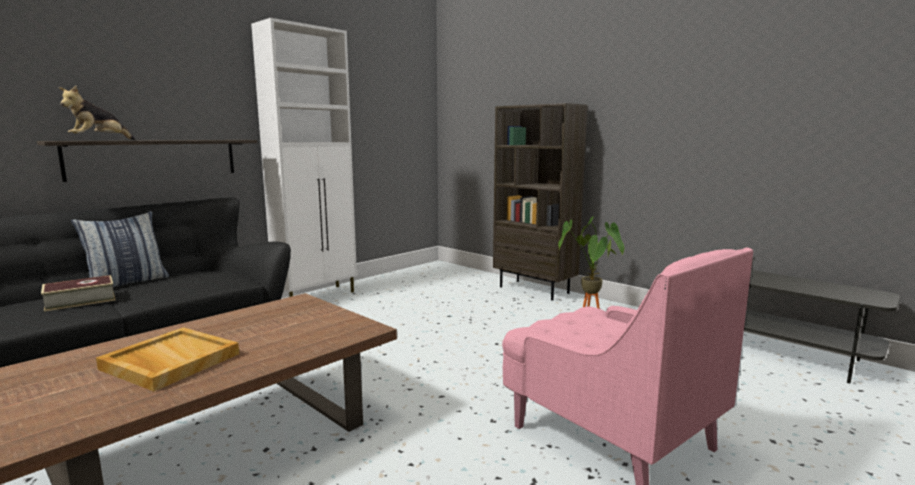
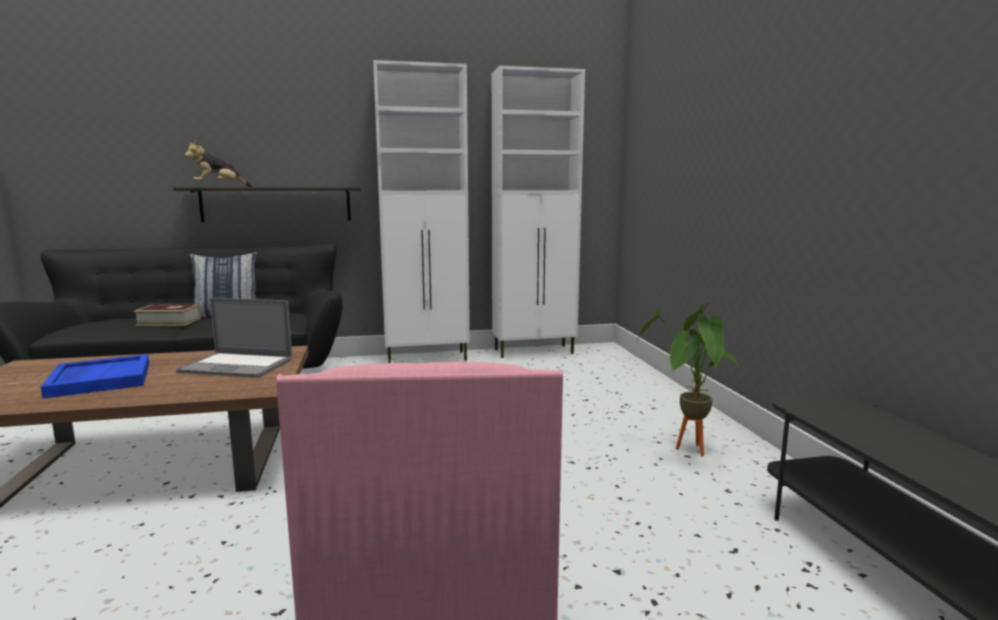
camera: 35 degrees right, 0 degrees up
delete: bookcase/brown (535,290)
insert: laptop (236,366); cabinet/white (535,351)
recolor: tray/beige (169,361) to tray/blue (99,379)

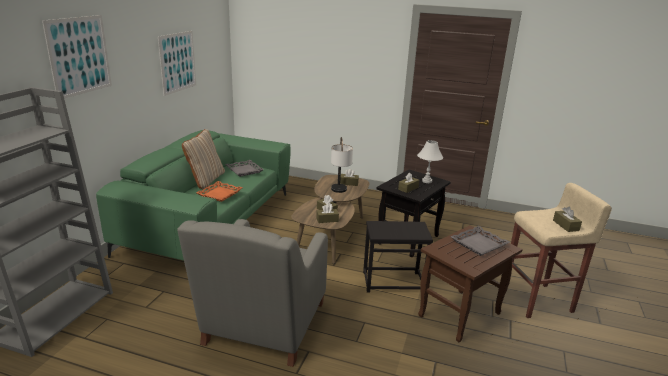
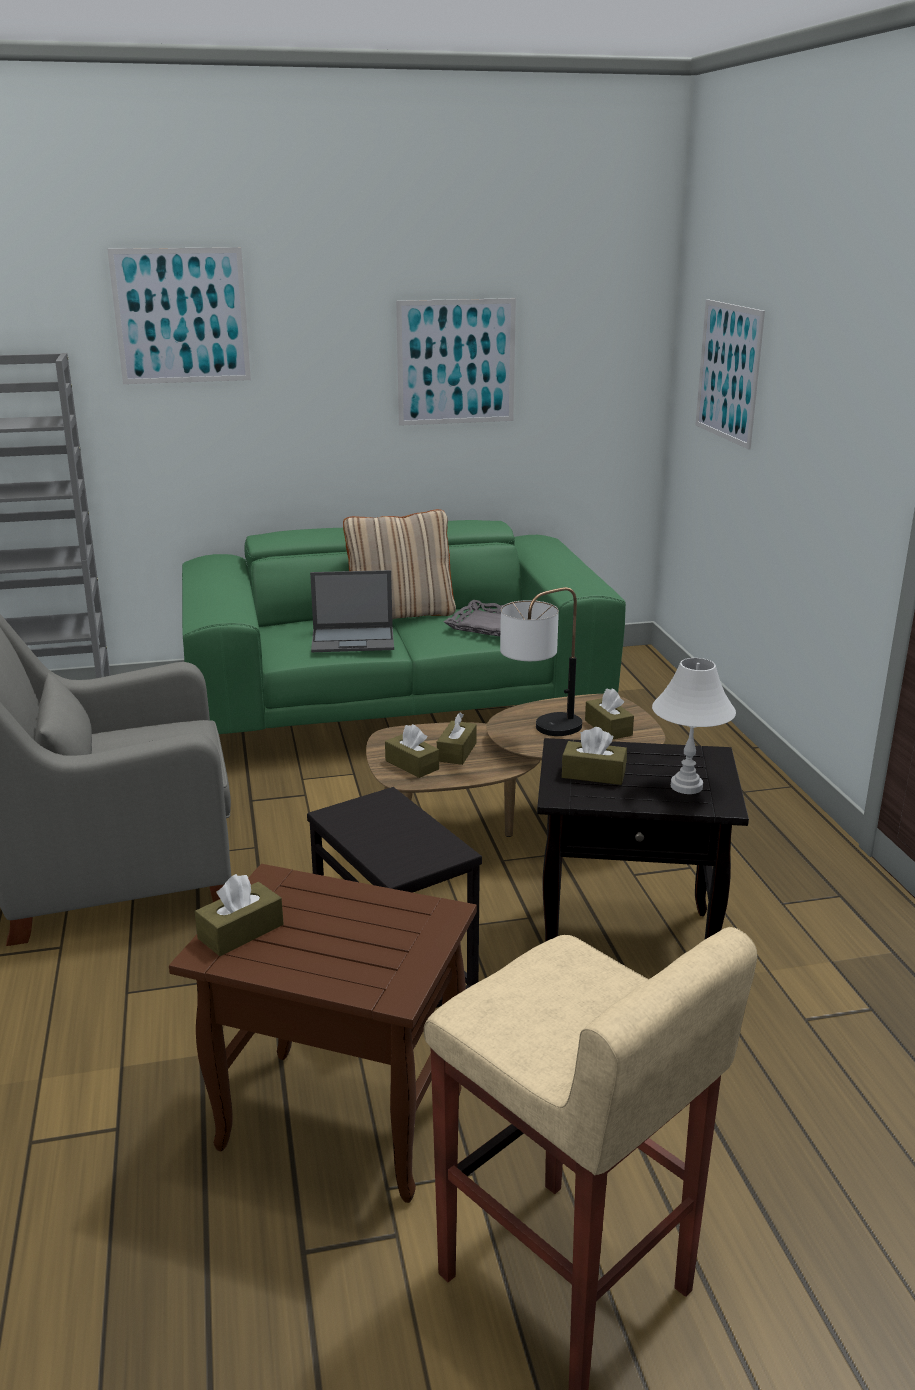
camera: 60 degrees right, 0 degrees up
delete: tray/grey (478,244)
insert: picture (728,372)
move: tissue box/brown (565,225) to (241,931)
replace: tray/orange (219,194) to laptop (354,640)

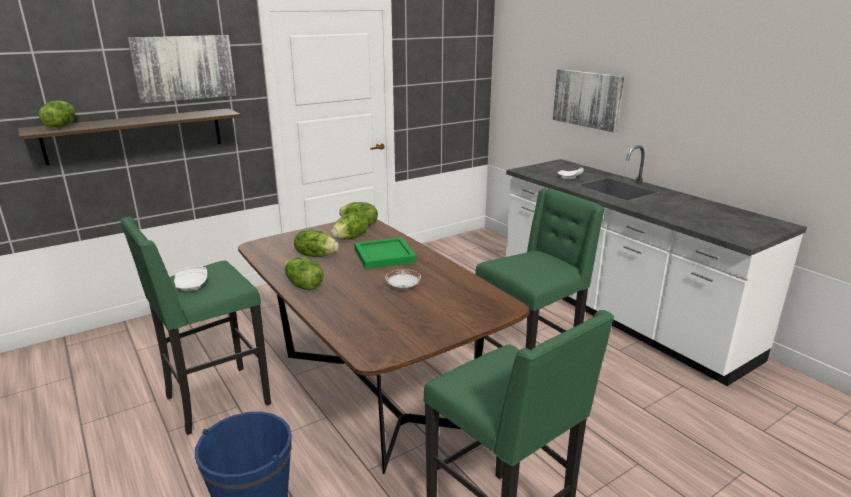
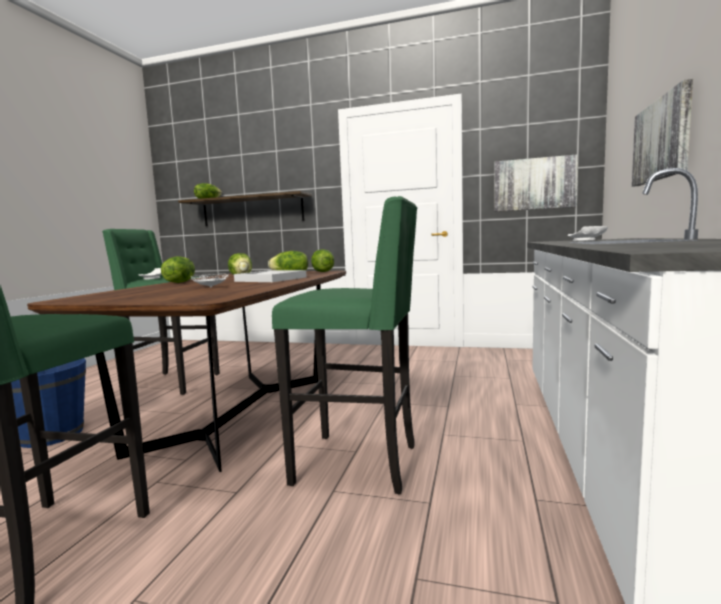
camera: 50 degrees right, 15 degrees down
move: picture (184,68) to (534,184)
recolor: tray/green (383,255) to tray/white (271,279)

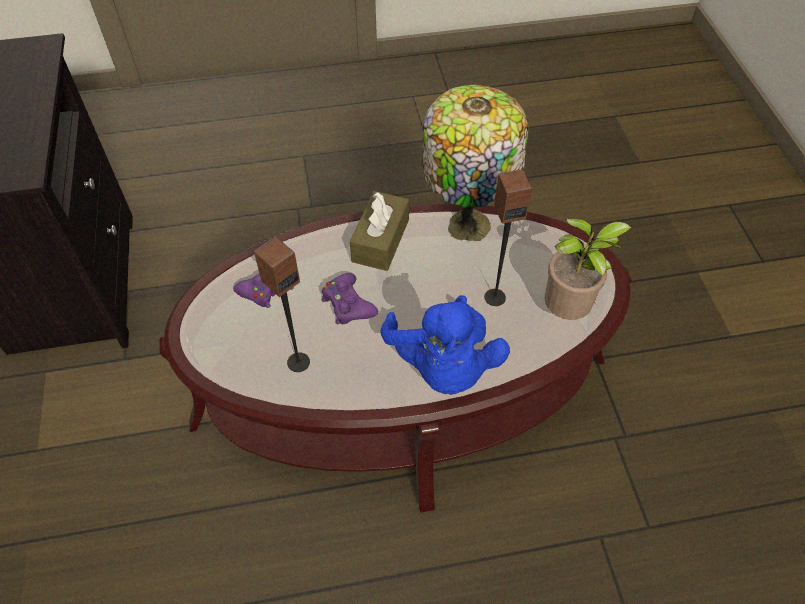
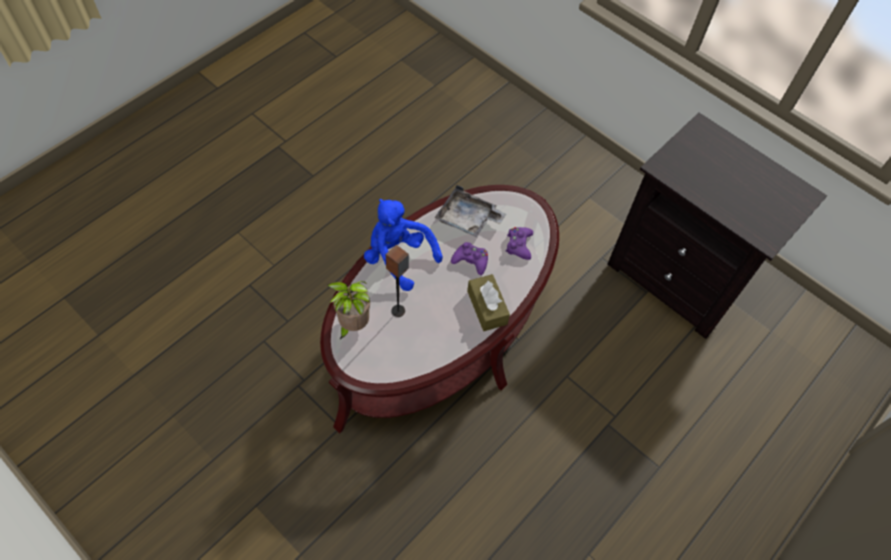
camera: 140 degrees right, 5 degrees up
delete: table lamp (467,222)
replace: speaker (298,362) to tray/grey (468,219)

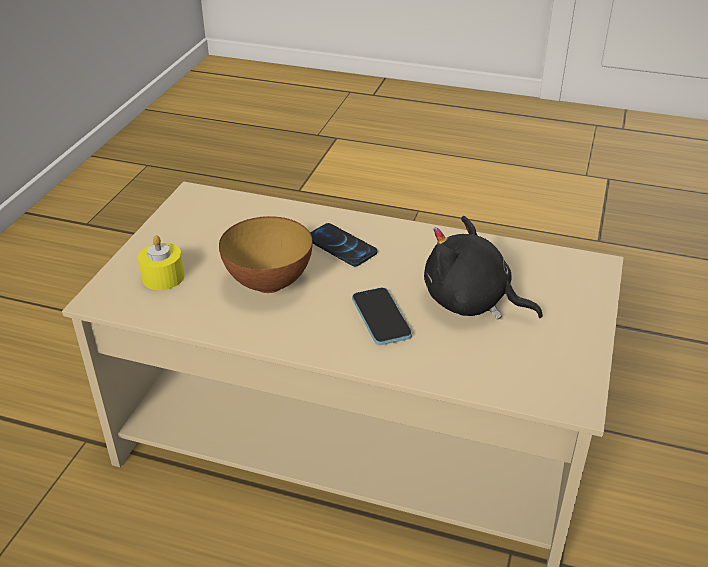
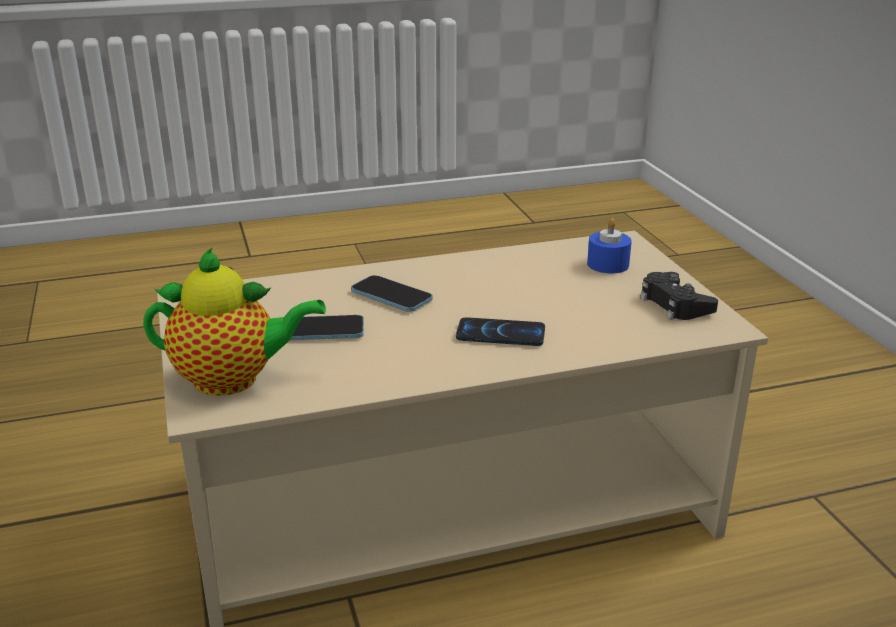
camera: 145 degrees right, 10 degrees down
delete: bowl (269,283)
insert: teapot (233,379); game controller/black (675,304)
replace: plush toy/black (471,302) to phone (320,331)
recolor: candle/yellow (163,277) to candle/blue (608,264)

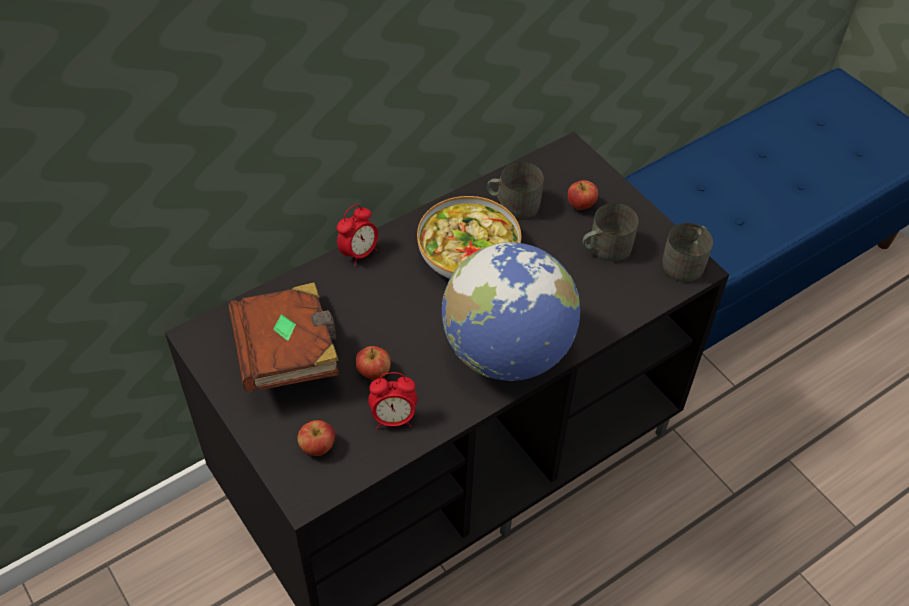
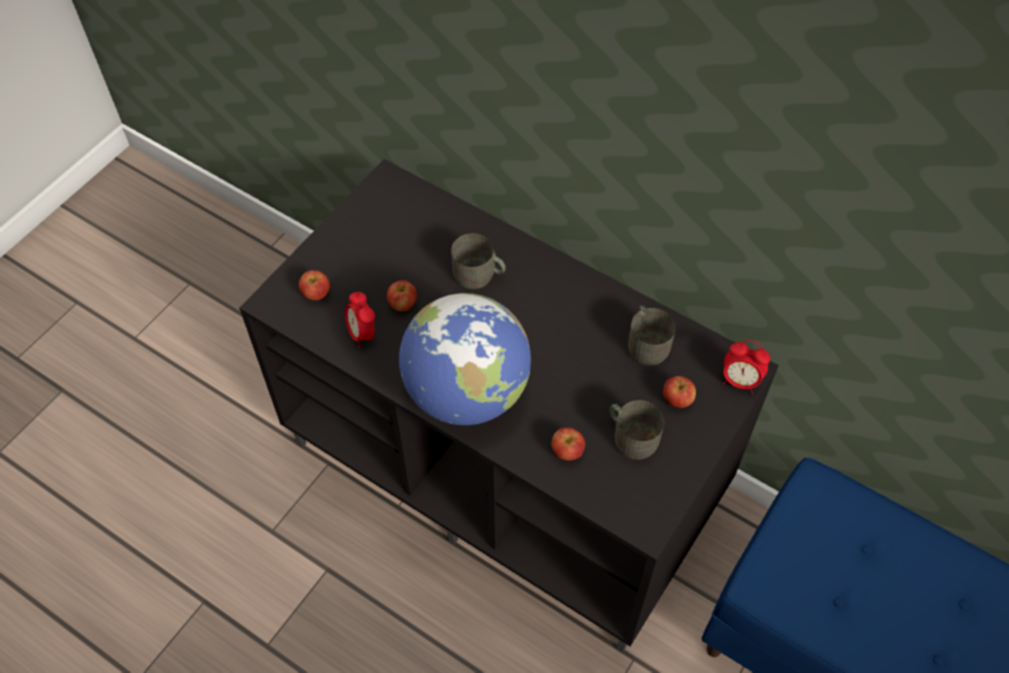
camera: 70 degrees right, 5 degrees up
delete: book/brown (288,353); bowl (467,255)
insert: apple (567,451)
move: mug/grey (686,263) to (479,275); alarm clock (359,253) to (740,381)

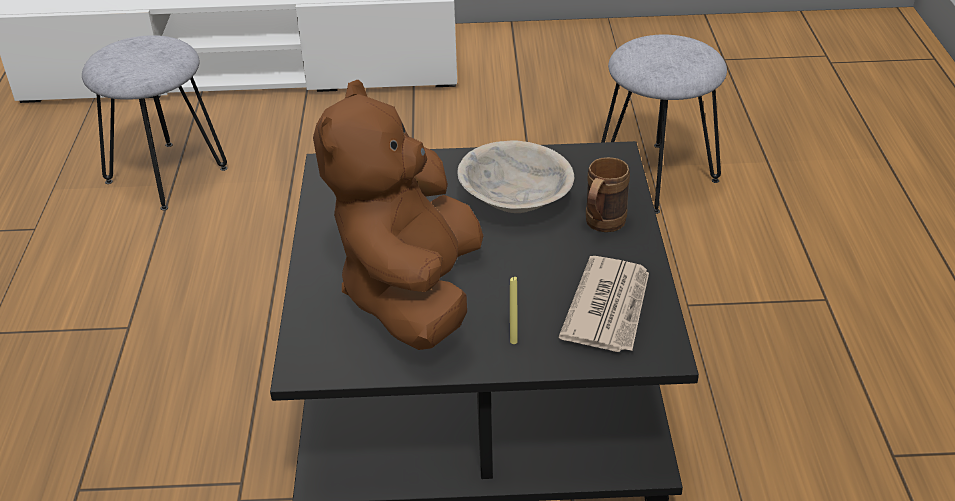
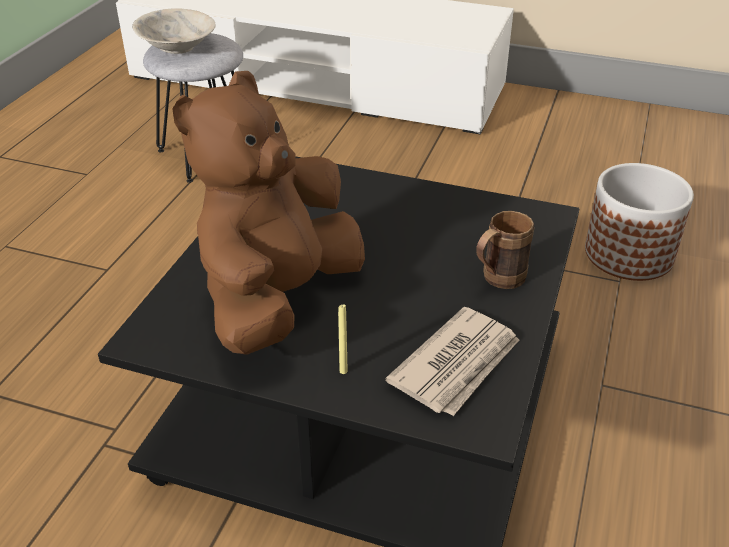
camera: 20 degrees right, 0 degrees up
move: bowl/beige (515,200) to (177,47)
replace: stool/grey (656,176) to planter (628,254)

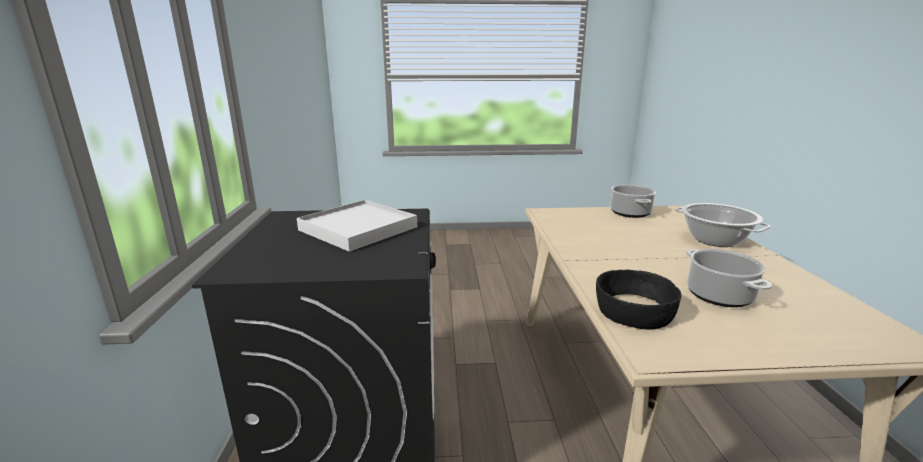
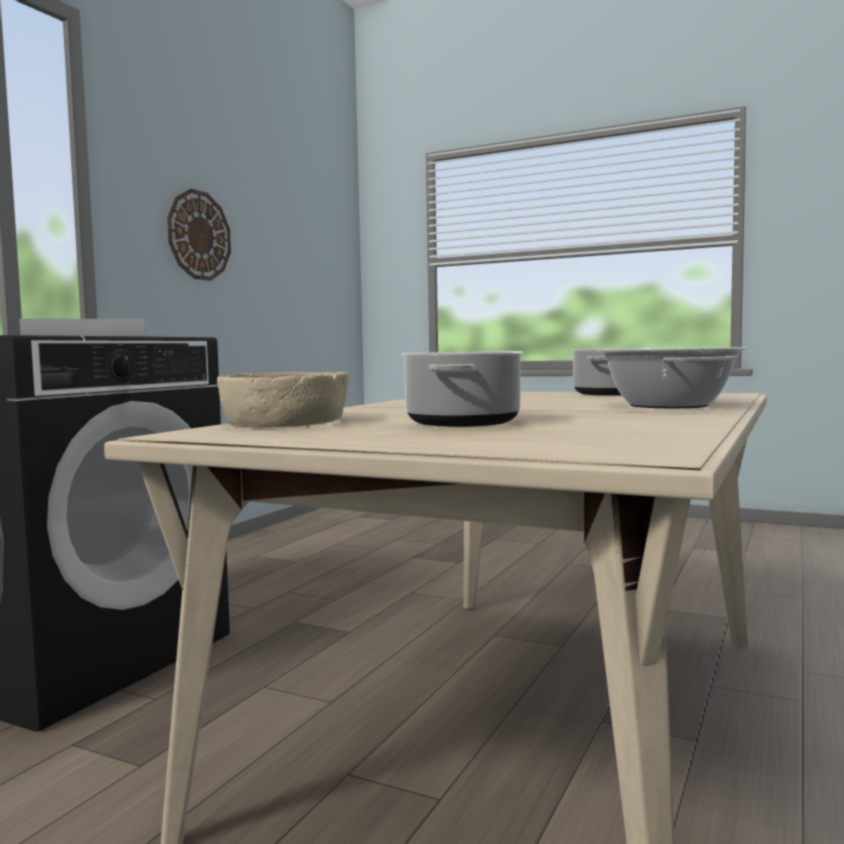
camera: 30 degrees right, 15 degrees down
insert: wall clock (199,235)
recolor: bowl/black (632,311) to bowl/beige (283,422)

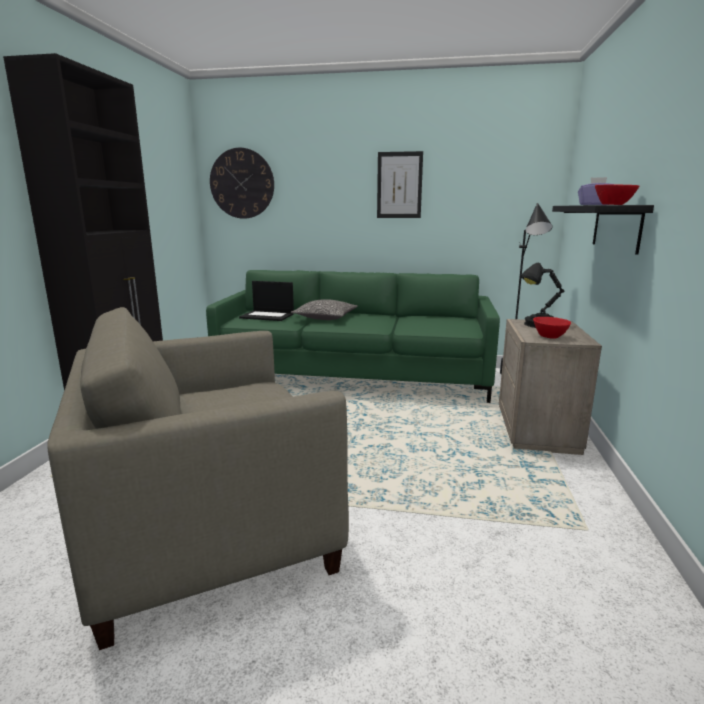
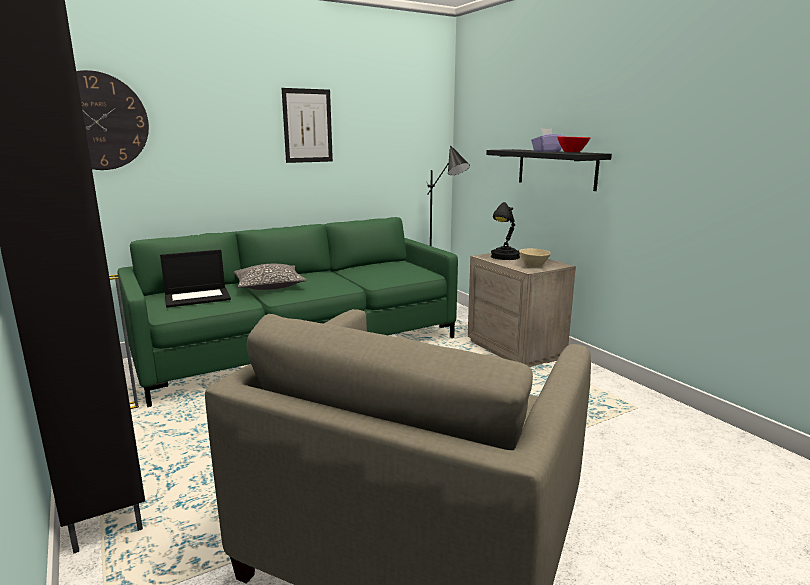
camera: 40 degrees left, 0 degrees up
recolor: bowl/red (549,337) to bowl/beige (534,265)

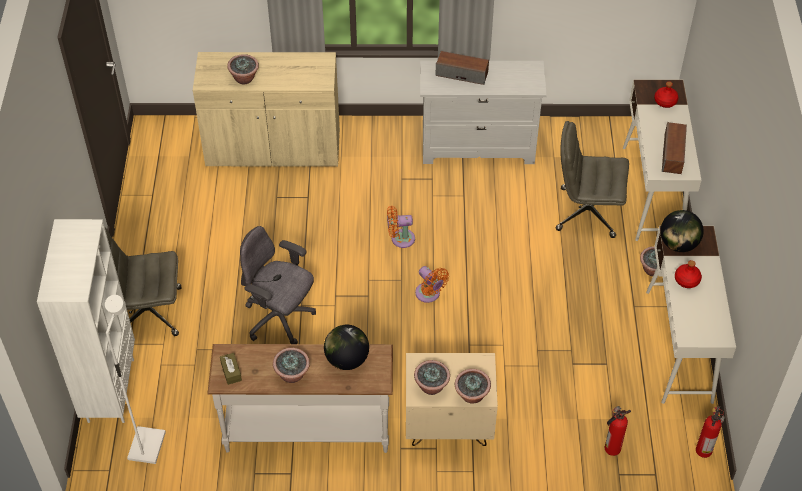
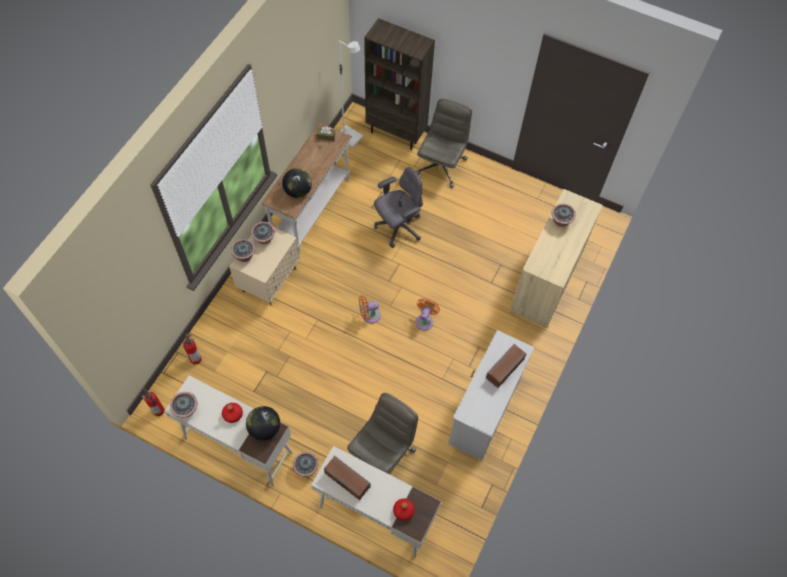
camera: 115 degrees right, 10 degrees up
move: potted plant (292,375) to (186,410)
recolor: bookcase/white (110,389) to bookcase/brown (396,133)

